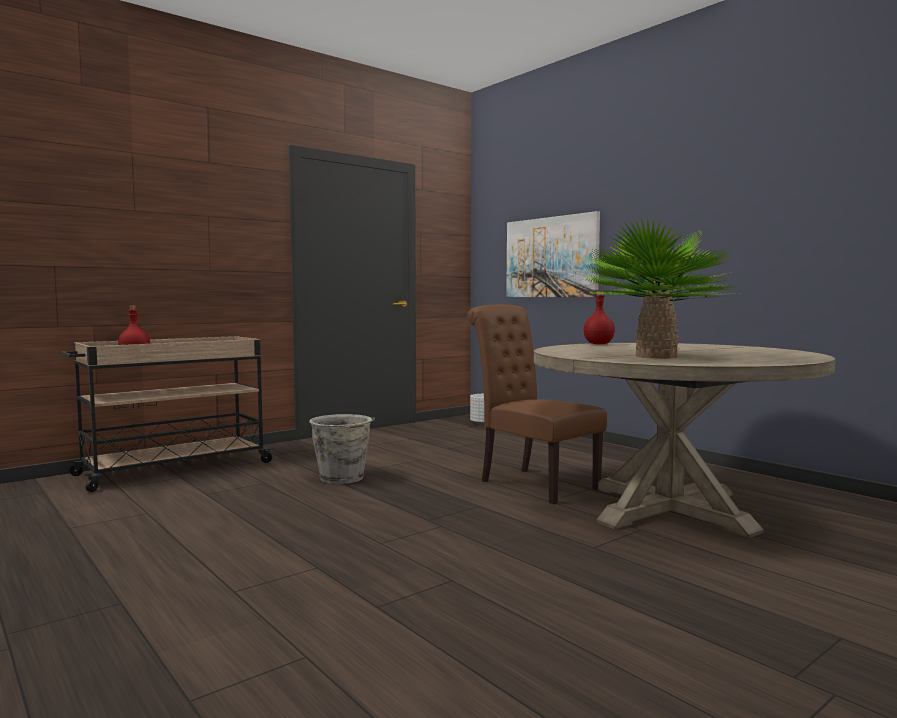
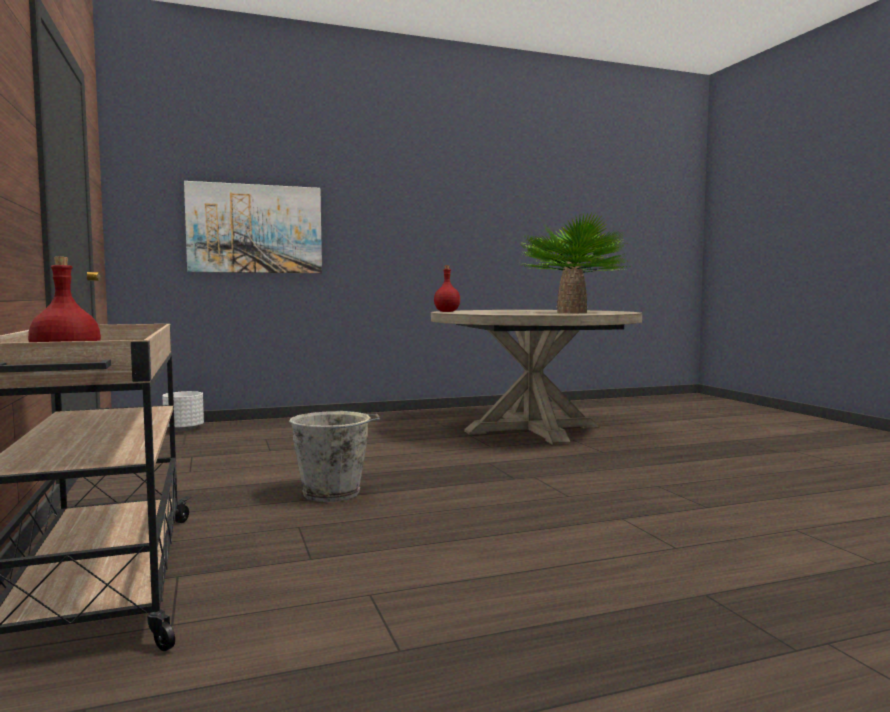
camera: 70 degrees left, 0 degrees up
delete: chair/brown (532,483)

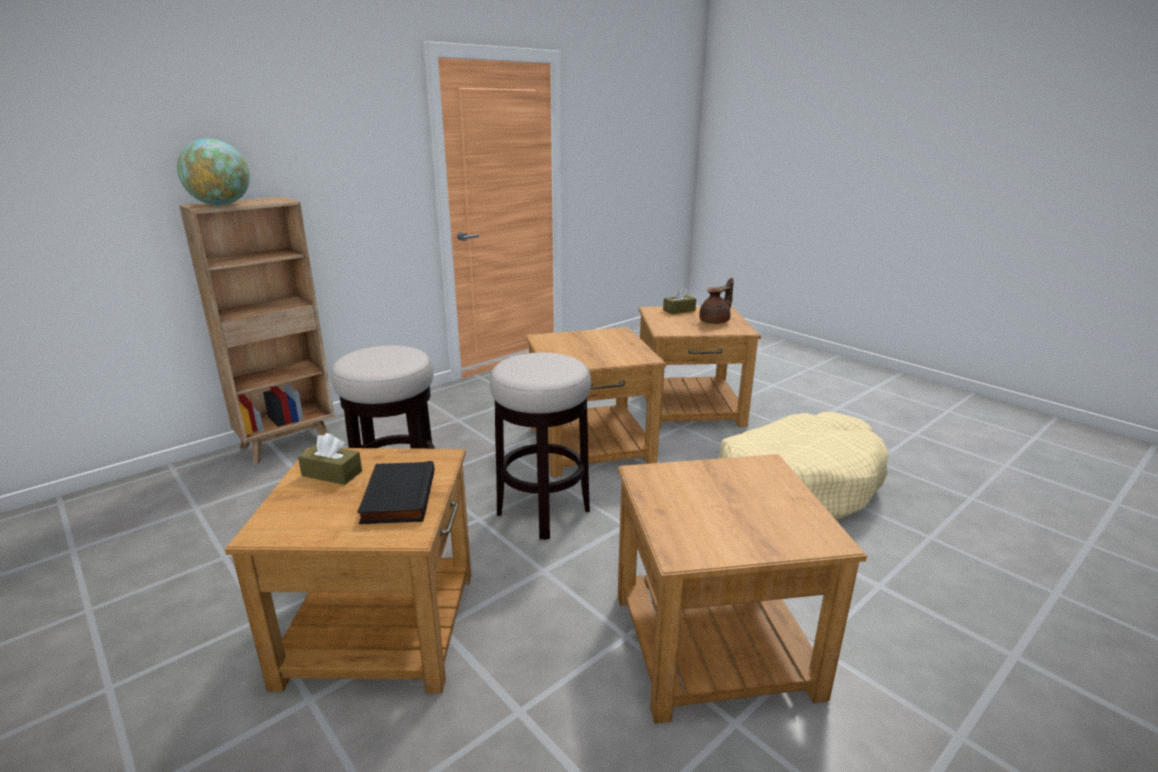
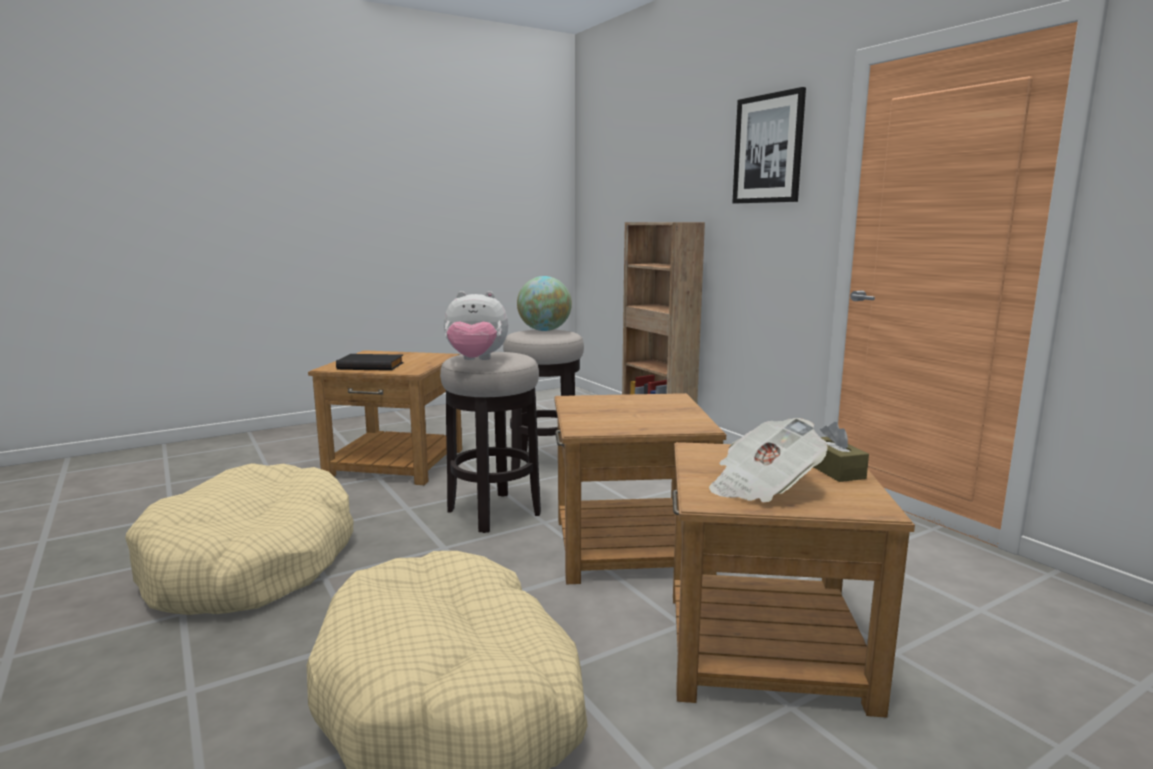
camera: 100 degrees right, 10 degrees down
delete: tissue box/brown (332,473)
insert: plush toy (476,361); picture (768,149)
move: globe (221,205) to (544,330)
replace: side table/brown (712,643) to dog bed/beige (250,563); teapot/brown (715,321) to newspaper (762,487)

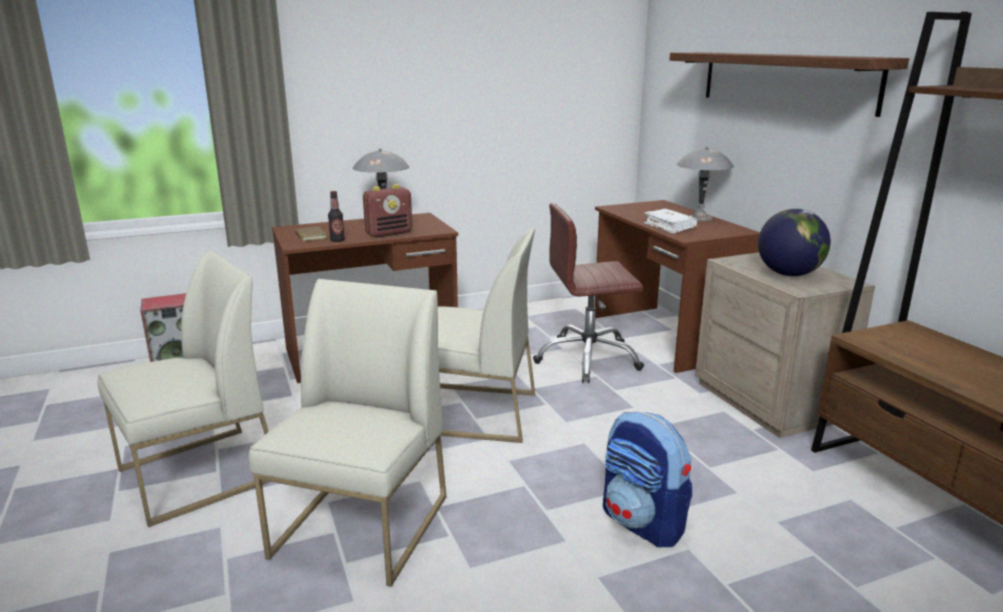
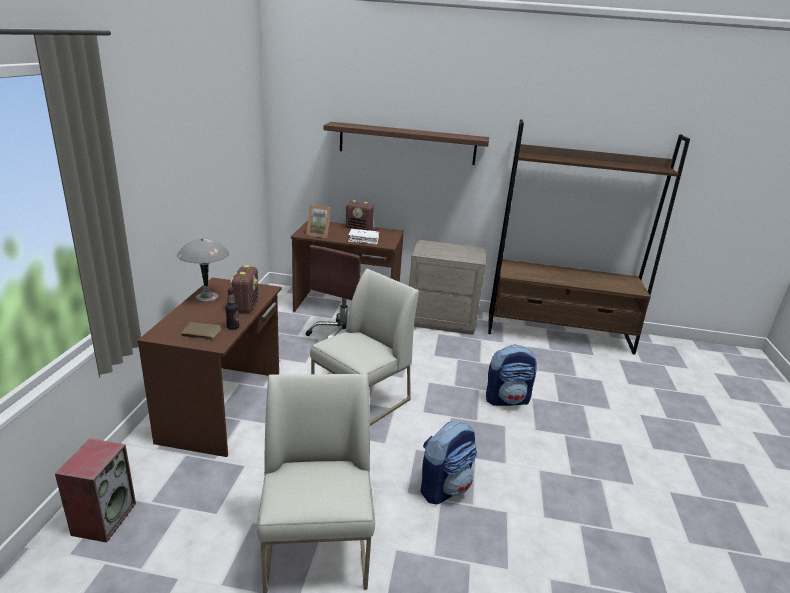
camera: 60 degrees left, 5 degrees up
delete: globe (789,274)
insert: picture frame (319,234)
replace: table lamp/grey (700,218) to radio (359,228); chair/white (362,527) to backpack (444,487)

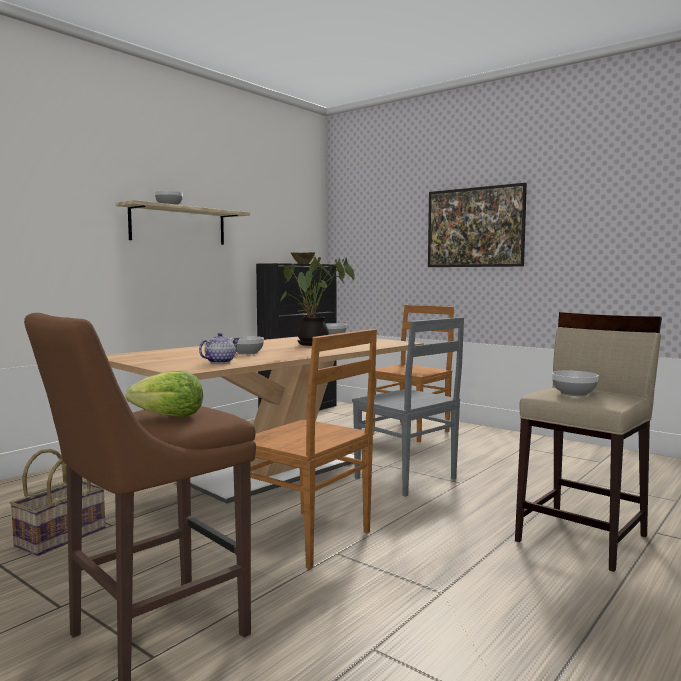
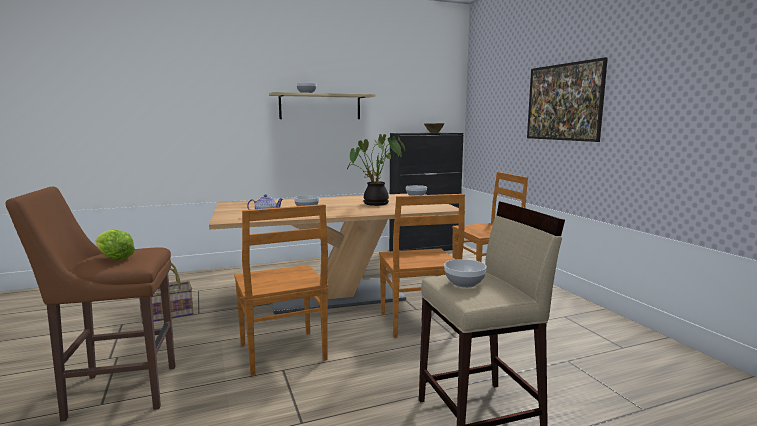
camera: 30 degrees right, 5 degrees up
recolor: chair/grey (407,479) to chair/brown (418,323)

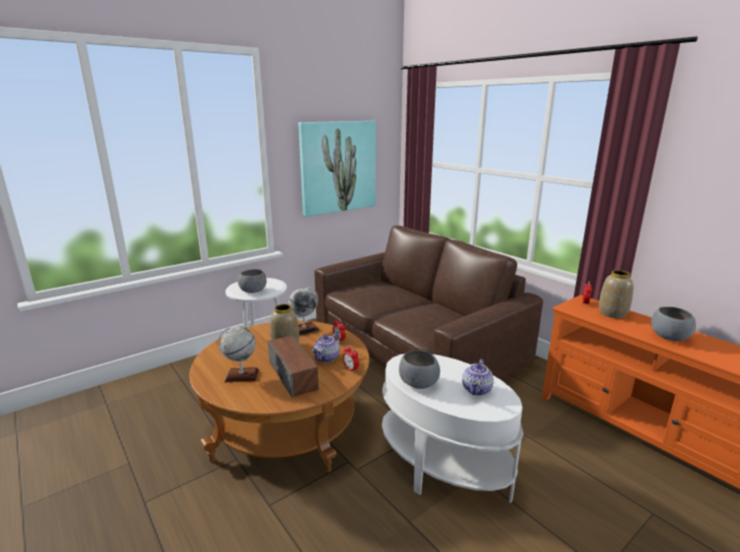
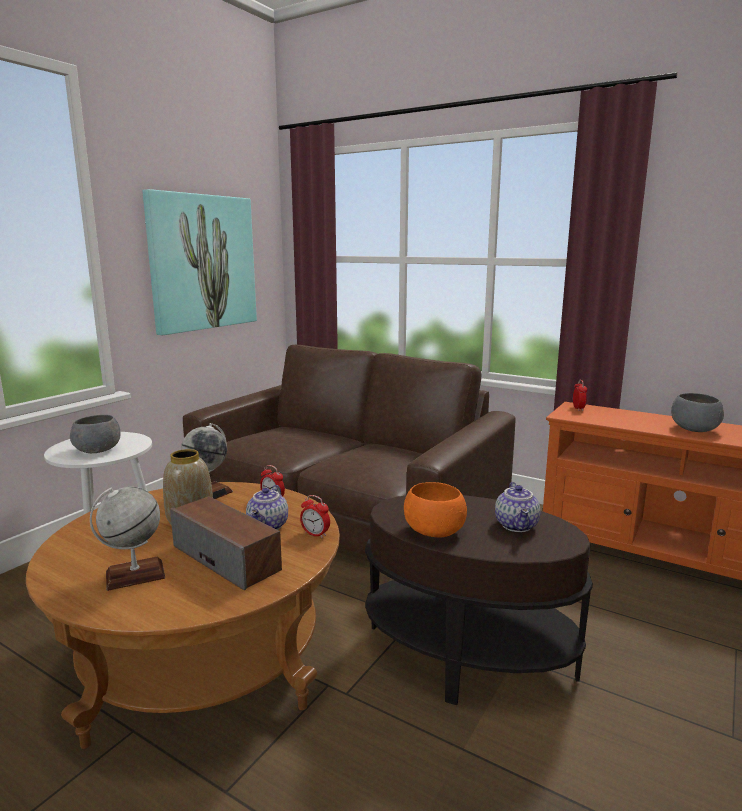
camera: 20 degrees left, 5 degrees down
delete: vase (612,313)
recolor: side table/white (443,467) to side table/brown (467,657); bowl/grey (419,383) to bowl/orange (435,532)

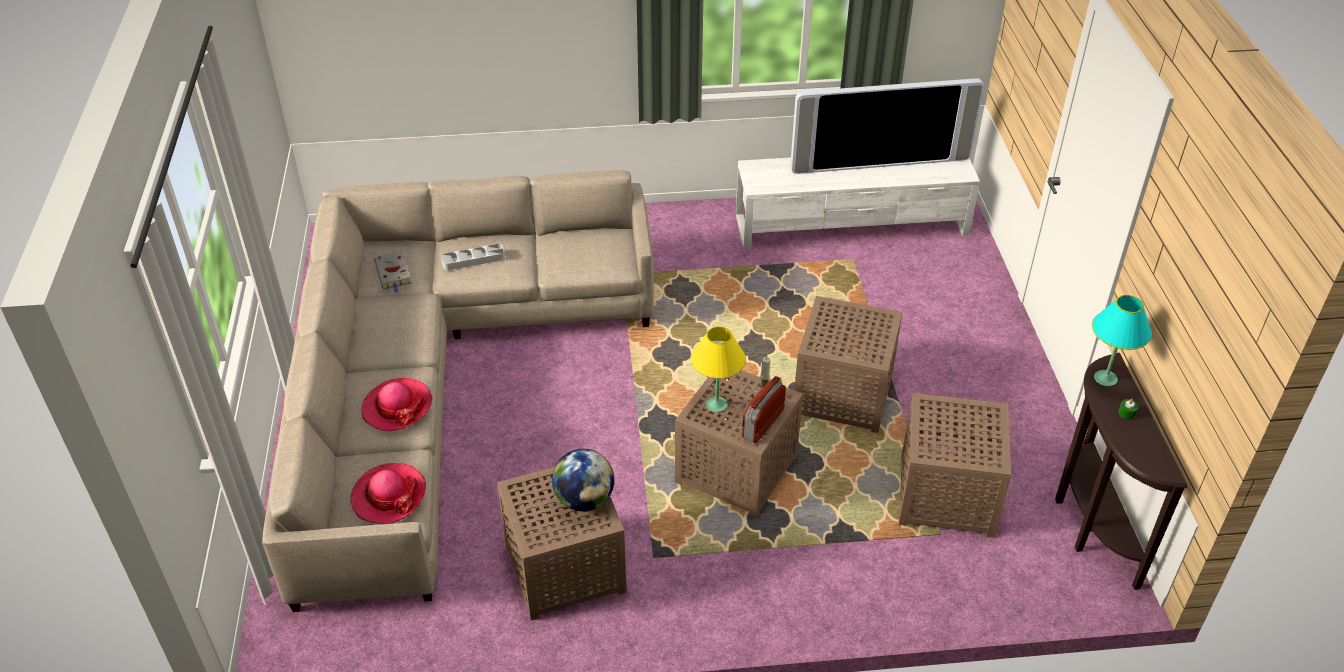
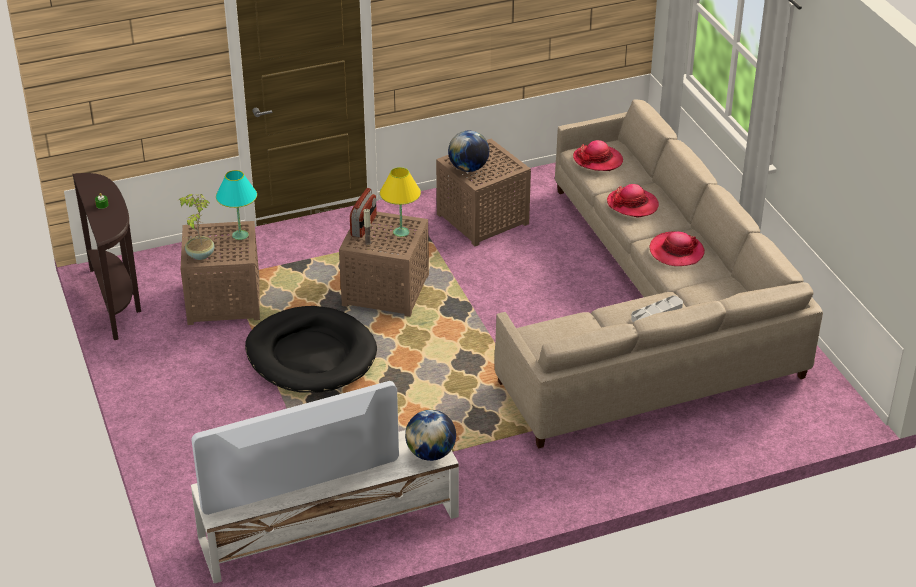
camera: 165 degrees right, 5 degrees down
delete: book/grey (393,274)
insert: potted plant (199,255); globe (431,453); hat (676,251)
move: table lamp/turquoise (1106,378) to (240,235)
replace: side table/brown (844,396) to dog bed/black (311,355)

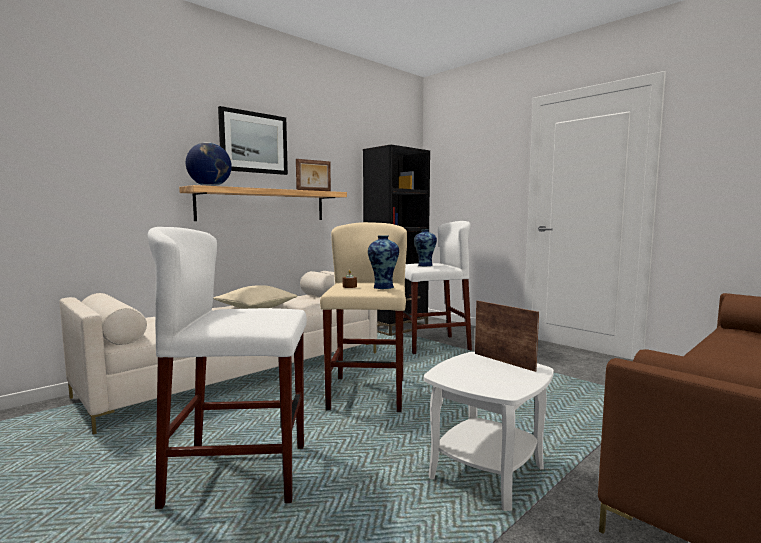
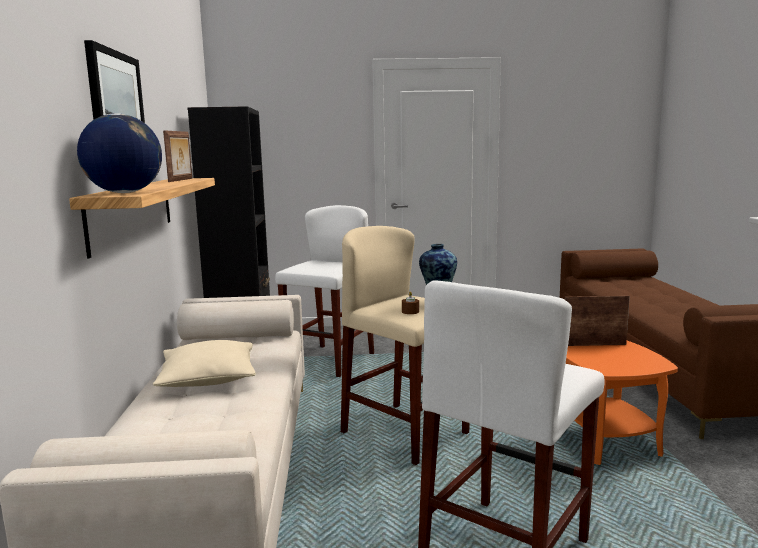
camera: 50 degrees left, 5 degrees up
delete: vase (424,265)
recolor: side table/white (486,473) to side table/orange (607,442)

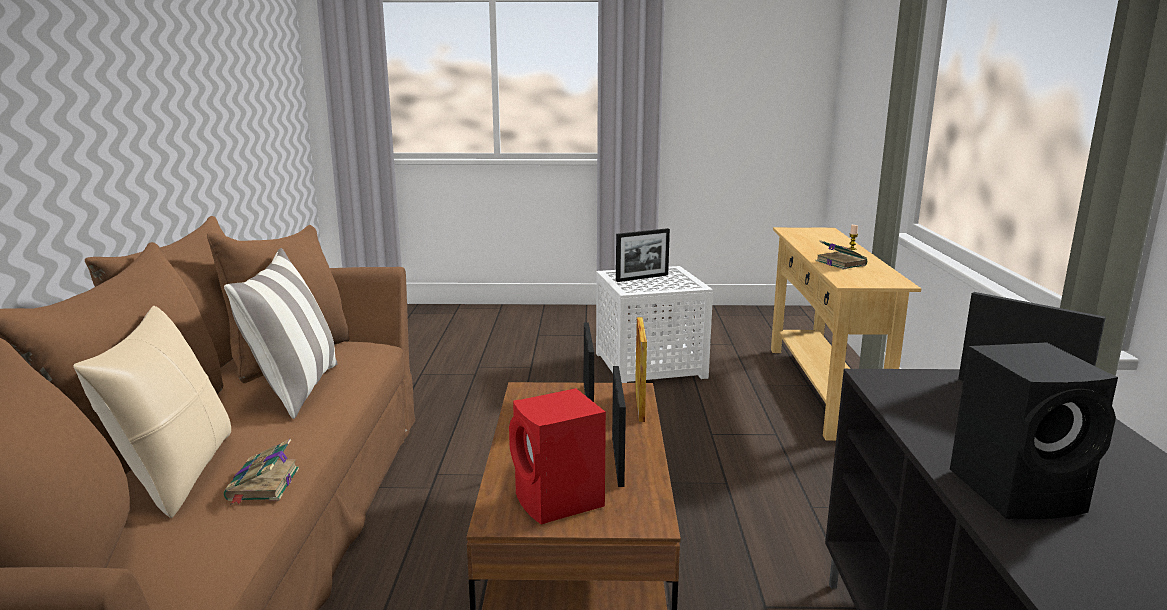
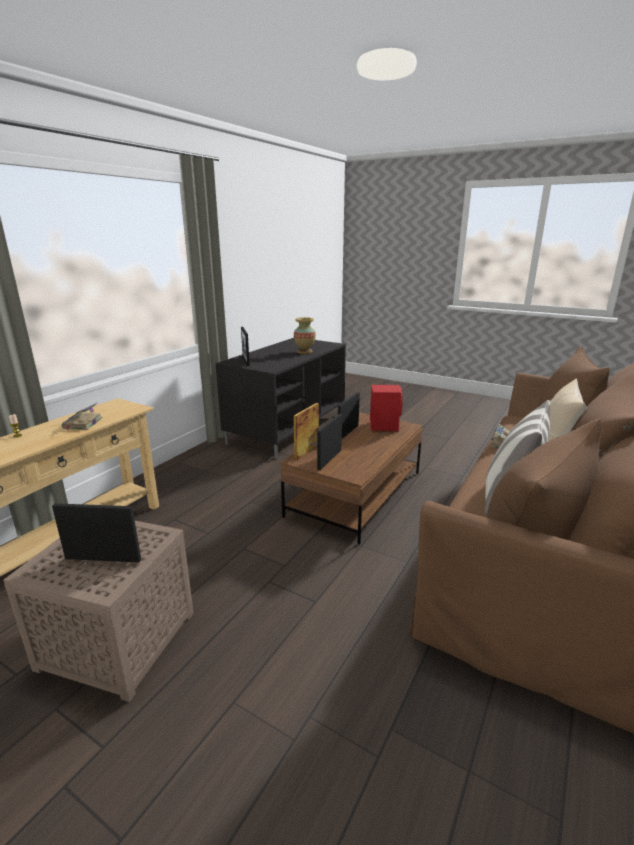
camera: 150 degrees left, 5 degrees up
replace: speaker/black (1020,492) to vase (304,352)
recolor: side table/white (650,364) to side table/brown (115,641)

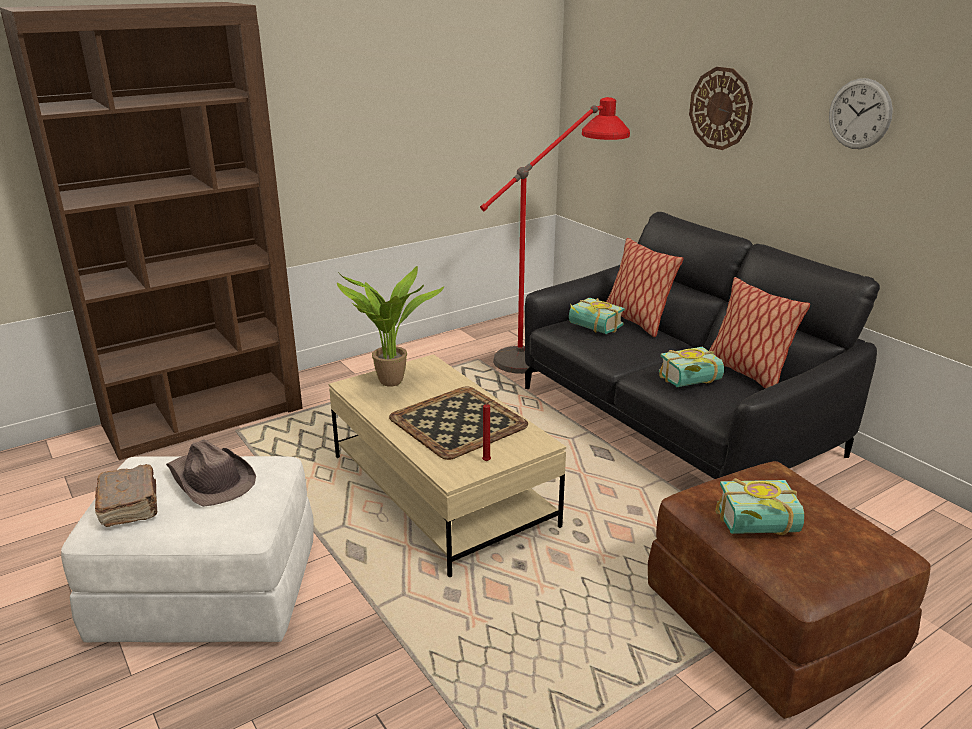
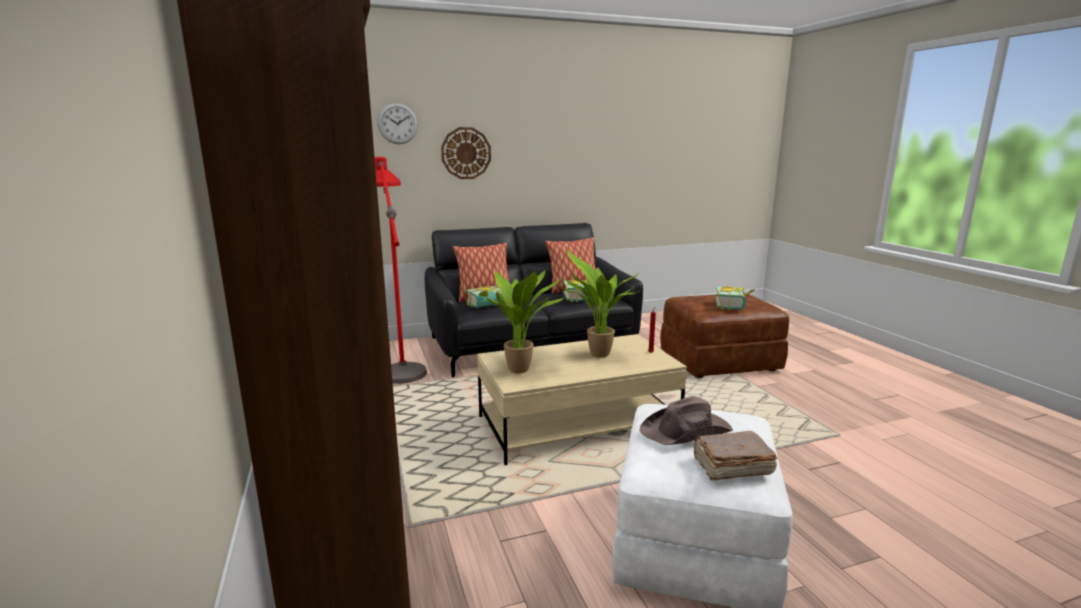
camera: 75 degrees left, 10 degrees down
move: wall clock (859,114) to (397,123)
replace: tray (458,423) to potted plant (597,355)

